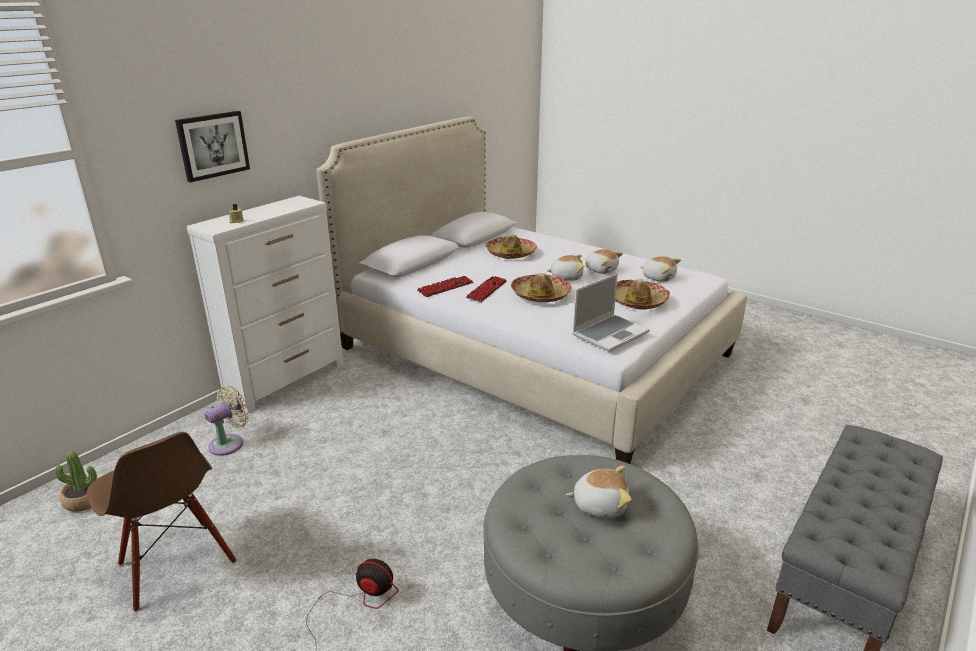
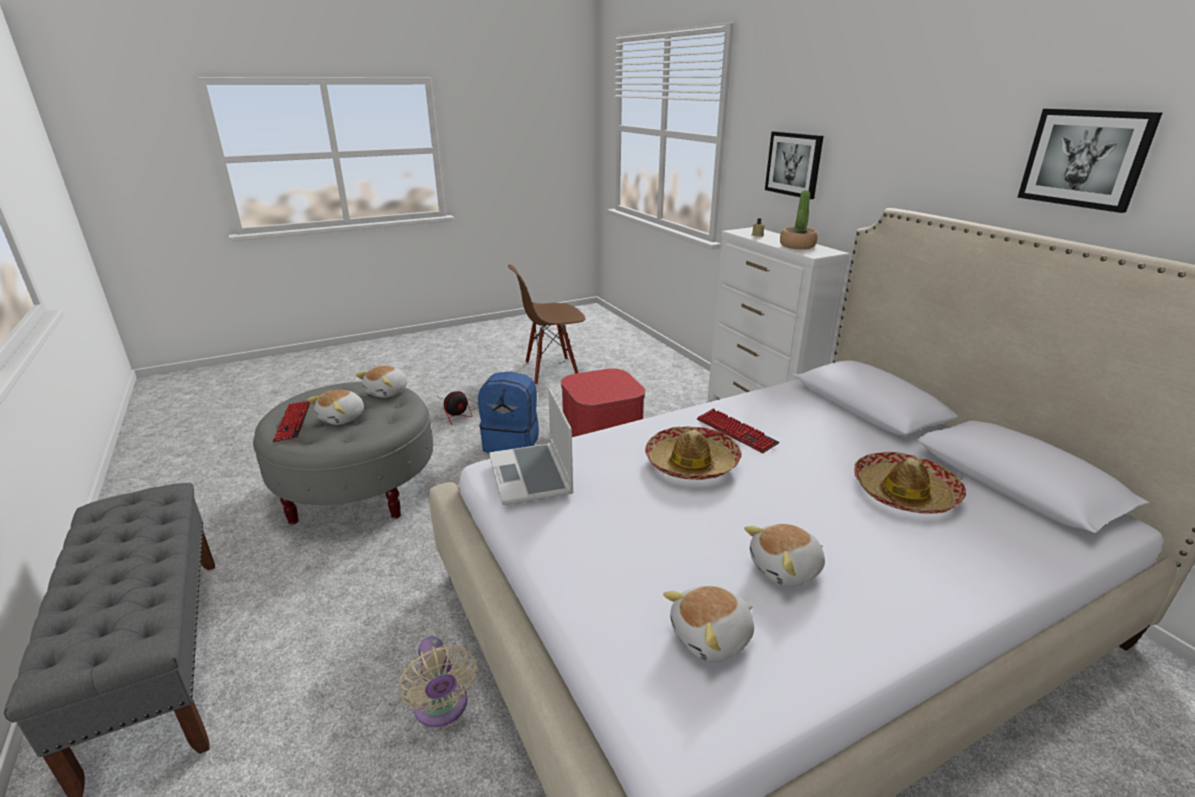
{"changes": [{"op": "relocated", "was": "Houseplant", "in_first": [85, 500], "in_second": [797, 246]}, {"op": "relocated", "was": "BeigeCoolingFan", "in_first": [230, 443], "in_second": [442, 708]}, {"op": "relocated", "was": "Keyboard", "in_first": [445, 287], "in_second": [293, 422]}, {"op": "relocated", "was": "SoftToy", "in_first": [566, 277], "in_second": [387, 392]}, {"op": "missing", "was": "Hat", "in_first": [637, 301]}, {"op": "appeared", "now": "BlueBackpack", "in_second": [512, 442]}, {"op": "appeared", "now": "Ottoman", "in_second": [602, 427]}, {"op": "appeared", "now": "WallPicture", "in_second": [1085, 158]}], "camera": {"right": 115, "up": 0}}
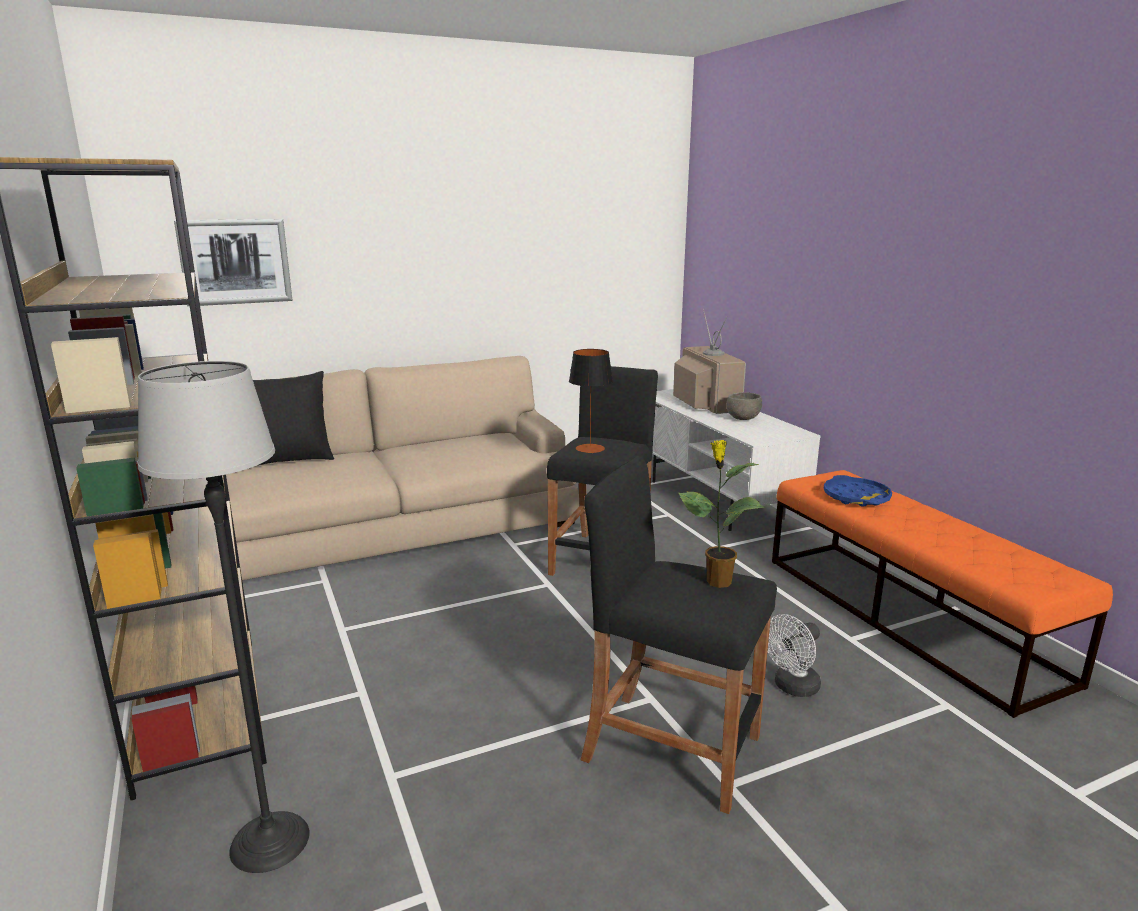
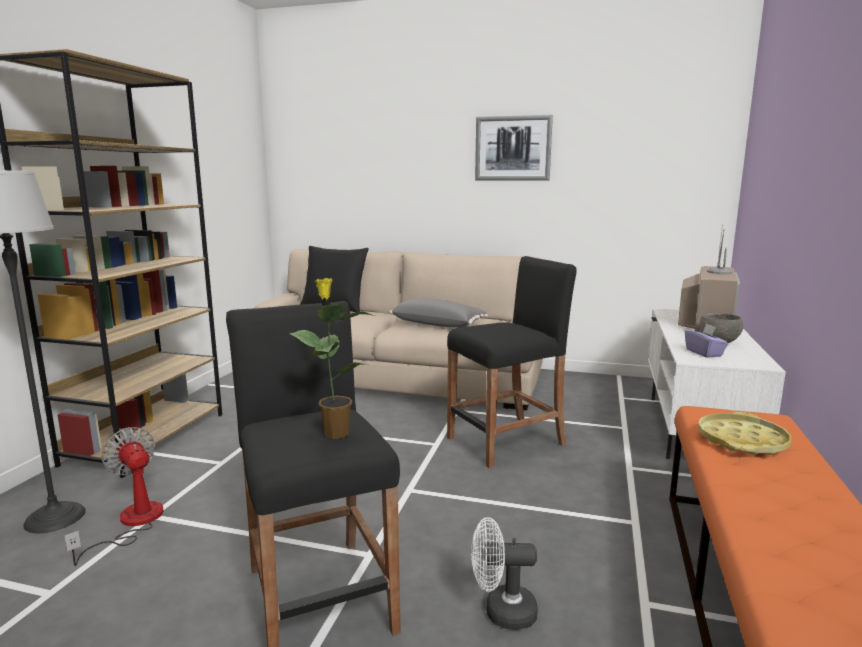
{"changes": [{"op": "relocated", "was": "WallPicture", "in_first": [235, 262], "in_second": [513, 148]}, {"op": "missing", "was": "LampForATable", "in_first": [590, 448]}, {"op": "colour", "was": "BlueTray", "now": "YellowishTray", "in_first": [856, 497], "in_second": [742, 441]}, {"op": "appeared", "now": "CoolingFan", "in_second": [132, 523]}, {"op": "appeared", "now": "GrayPillow", "in_second": [438, 324]}, {"op": "appeared", "now": "PurplishTissueHolder", "in_second": [704, 353]}], "camera": {"right": 40, "up": -5}}
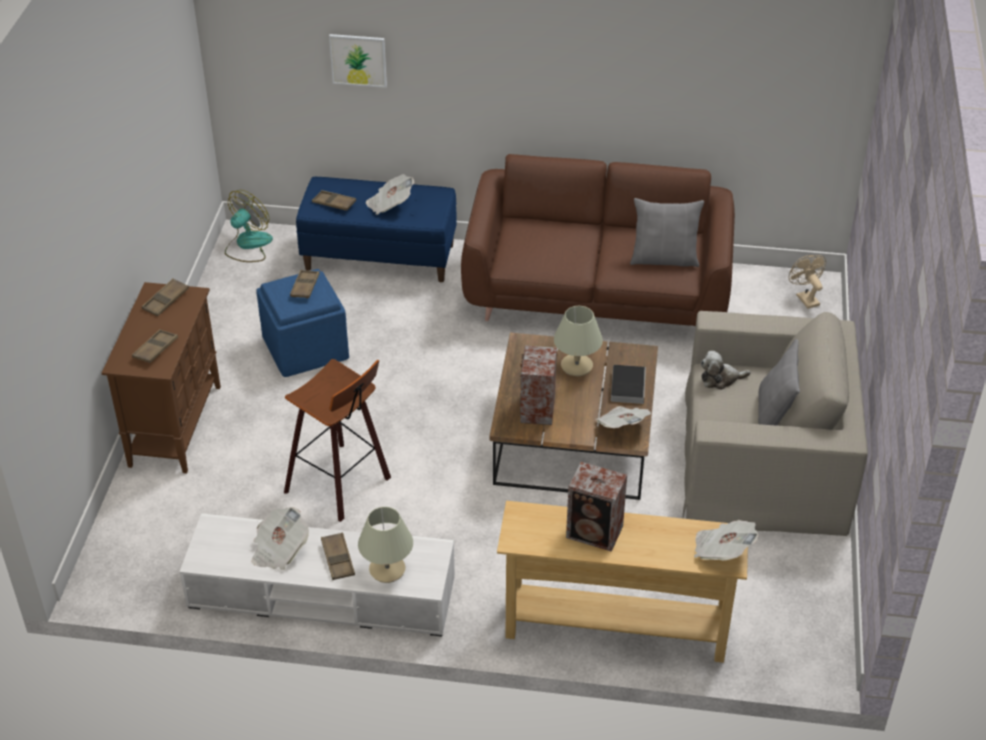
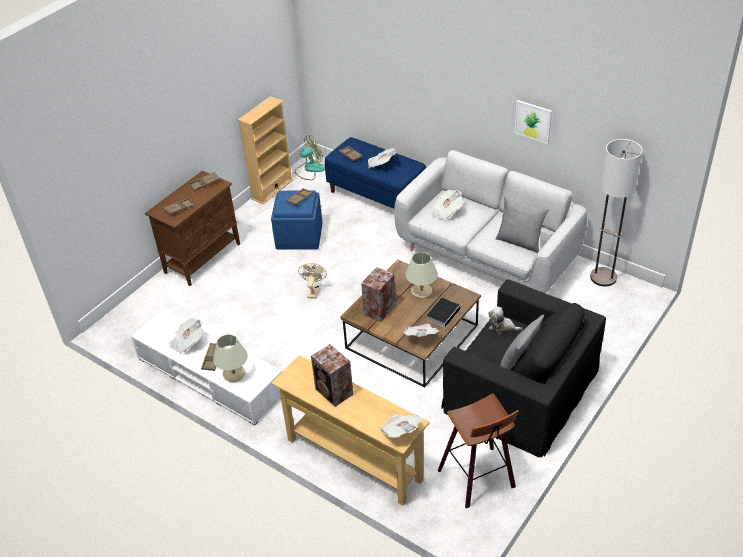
{"changes": [{"op": "relocated", "was": "StoolSeat", "in_first": [342, 484], "in_second": [479, 479]}, {"op": "relocated", "was": "WallPicture", "in_first": [358, 60], "in_second": [533, 121]}, {"op": "colour", "was": "BrownishCouch", "now": "GrayCouch", "in_first": [597, 295], "in_second": [488, 255]}, {"op": "colour", "was": "BeigeArmchair", "now": "BlackishArmchair", "in_first": [765, 459], "in_second": [521, 390]}, {"op": "relocated", "was": "BeigeCoolingFan", "in_first": [805, 298], "in_second": [313, 291]}, {"op": "appeared", "now": "BeigeBookcase", "in_second": [272, 189]}, {"op": "appeared", "now": "DailyPaper", "in_second": [445, 212]}, {"op": "appeared", "now": "StandardLamp", "in_second": [603, 277]}], "camera": {"right": 30, "up": 0}}
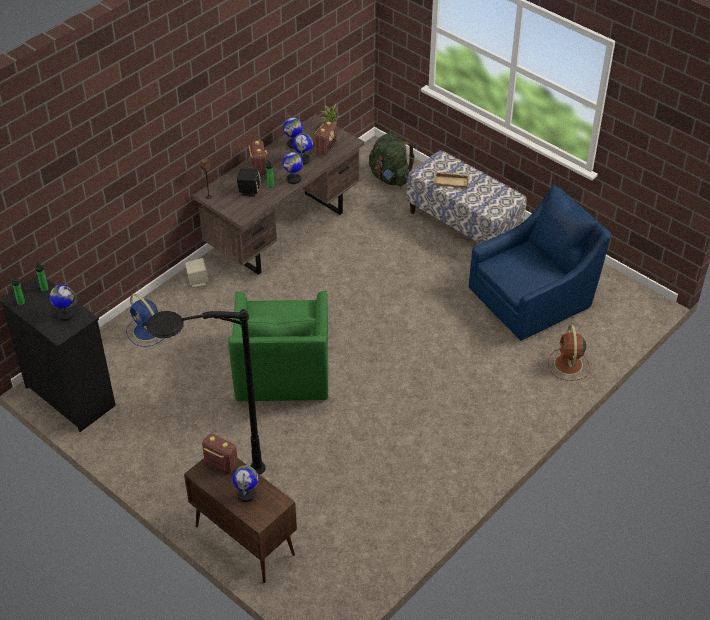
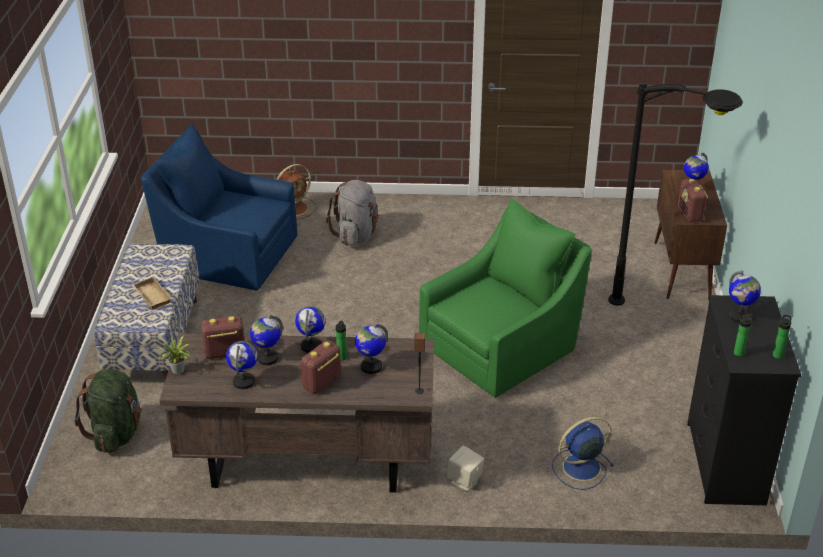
{"changes": [{"op": "spun", "was": "BlueCoolingFan", "in_first": [147, 331], "in_second": [580, 468], "clockwise": -120}, {"op": "exchanged", "was": "BlackishSpeaker", "now": "WorldGlobe", "in_first": [249, 191], "in_second": [371, 366]}, {"op": "appeared", "now": "GrayBackpack", "in_second": [356, 235]}], "camera": {"right": -130, "up": -10}}
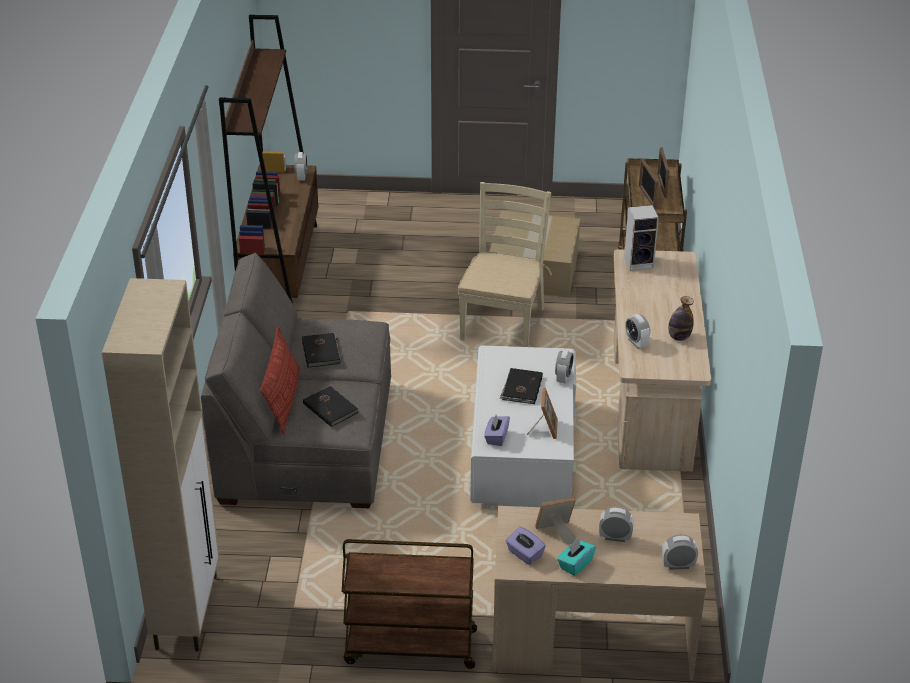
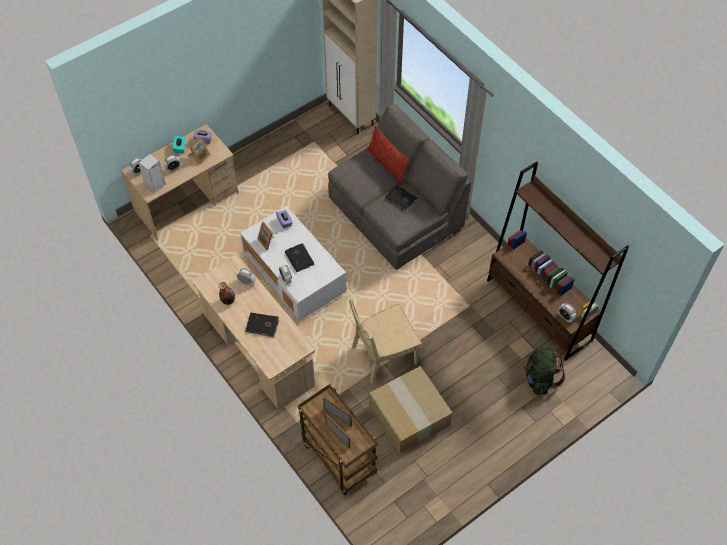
{"changes": [{"op": "relocated", "was": "BlackishBook", "in_first": [331, 407], "in_second": [262, 325]}, {"op": "missing", "was": "BrownishWheeledCart", "in_first": [409, 647]}, {"op": "spun", "was": "BeigePlainChair", "in_first": [502, 323], "in_second": [383, 355], "clockwise": 90}, {"op": "relocated", "was": "Speaker", "in_first": [639, 262], "in_second": [155, 185]}, {"op": "appeared", "now": "GreenishBackpack", "in_second": [539, 378]}], "camera": {"right": 140, "up": 20}}
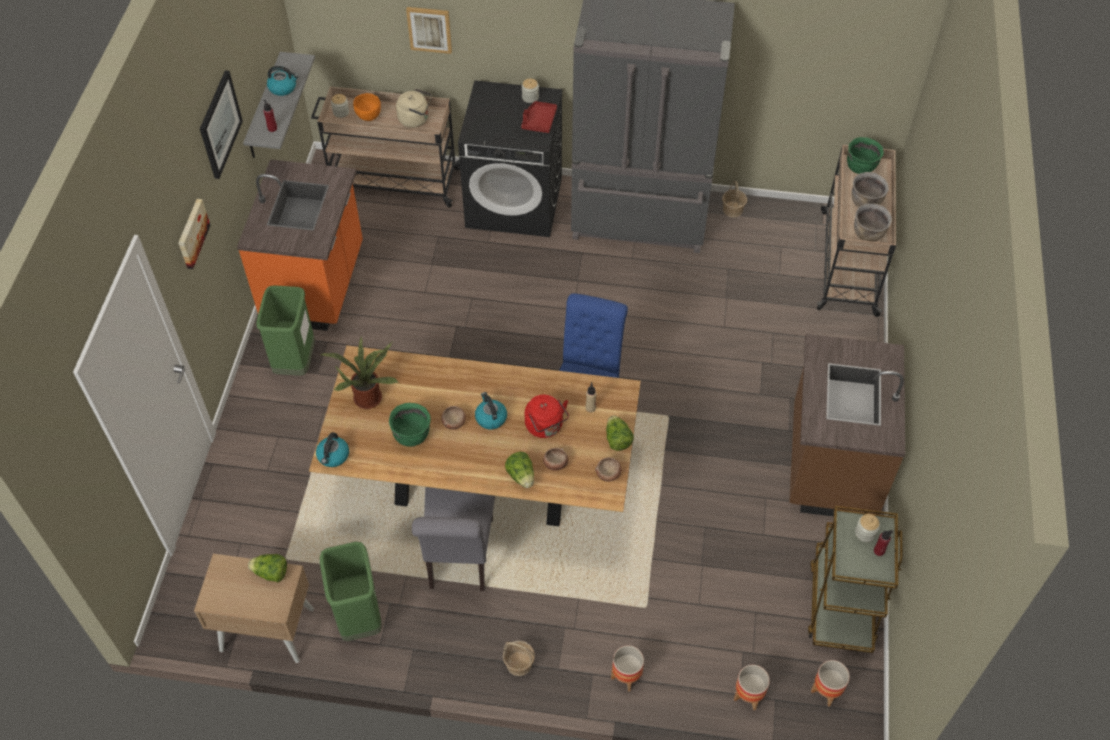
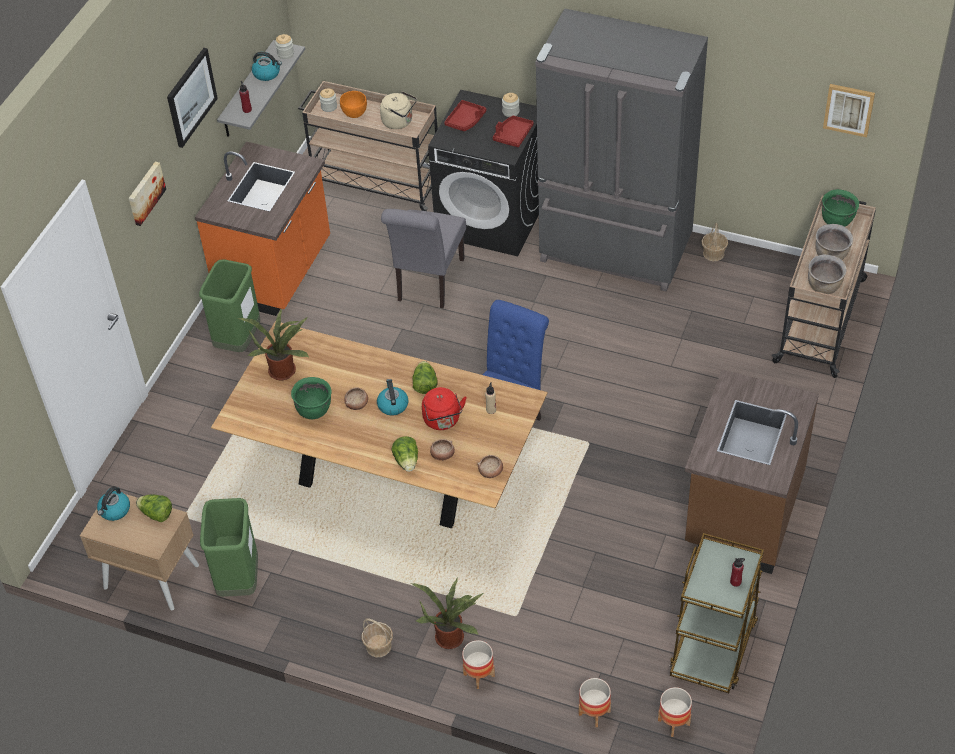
{"changes": [{"op": "relocated", "was": "WaterKettle", "in_first": [333, 456], "in_second": [114, 510]}, {"op": "relocated", "was": "WallPicture", "in_first": [429, 29], "in_second": [849, 109]}, {"op": "relocated", "was": "GrayPlainChair", "in_first": [459, 559], "in_second": [428, 283]}, {"op": "relocated", "was": "HeadOfLettuce", "in_first": [617, 439], "in_second": [424, 384]}, {"op": "relocated", "was": "StorageJar", "in_first": [865, 533], "in_second": [285, 54]}, {"op": "appeared", "now": "Houseplant", "in_second": [451, 635]}, {"op": "appeared", "now": "RedTray", "in_second": [465, 120]}], "camera": {"right": 15, "up": -5}}
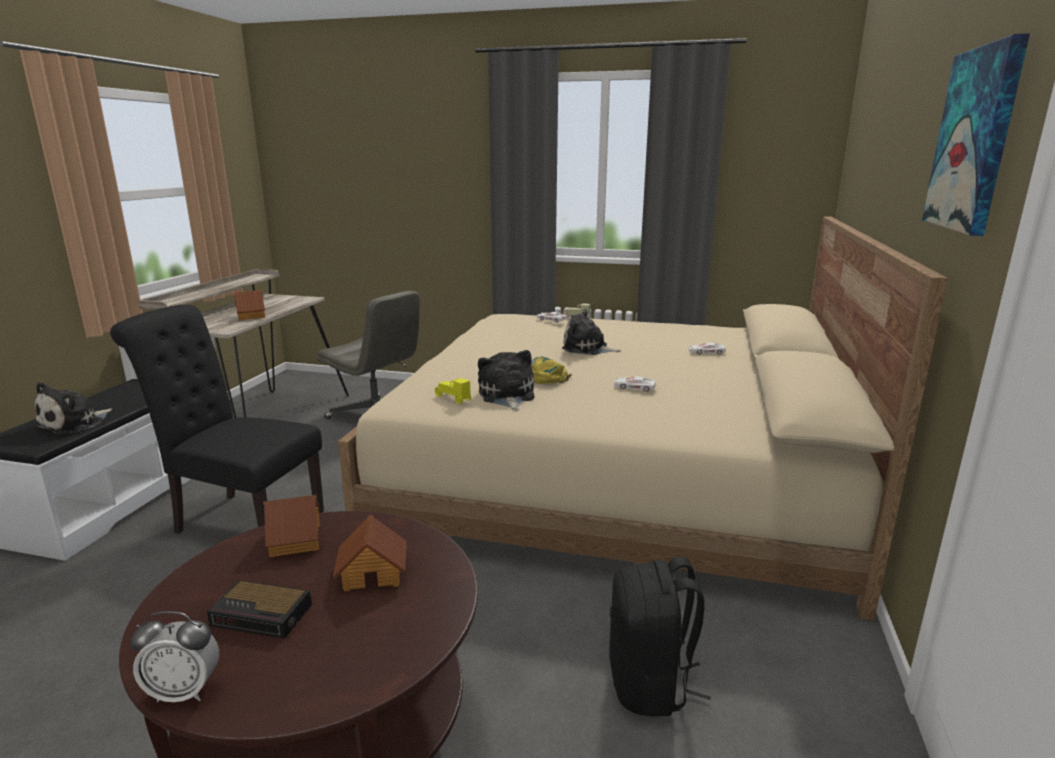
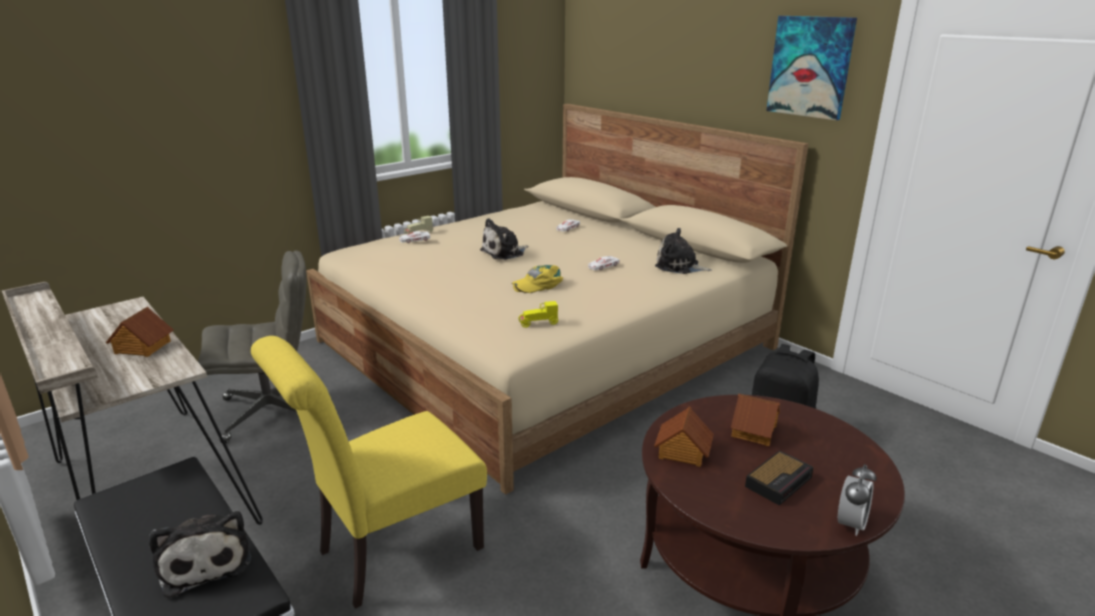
{"changes": [{"op": "colour", "was": "BlackishPlainChair", "now": "YellowishPlainChair", "in_first": [242, 521], "in_second": [390, 552]}, {"op": "relocated", "was": "SoftToy", "in_first": [507, 396], "in_second": [679, 266]}], "camera": {"right": -55, "up": 5}}
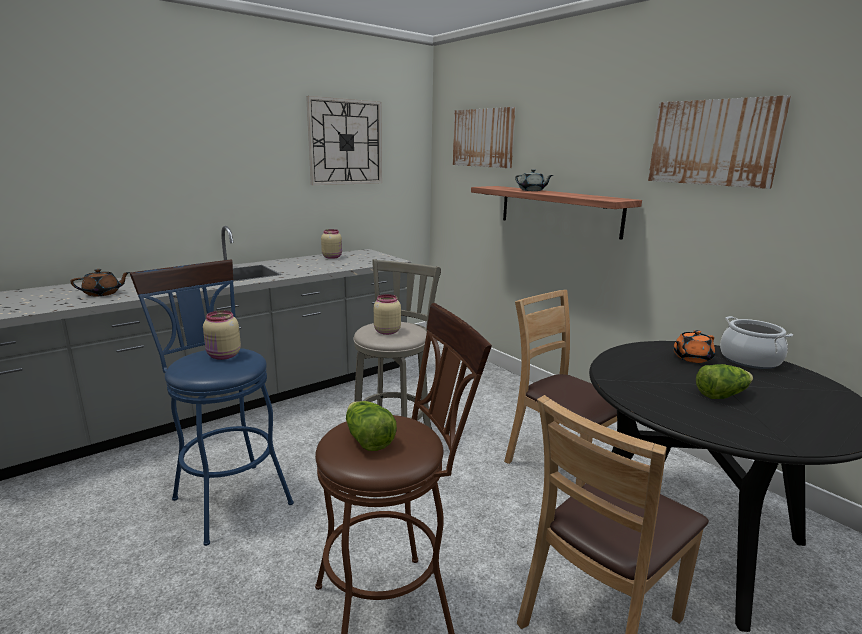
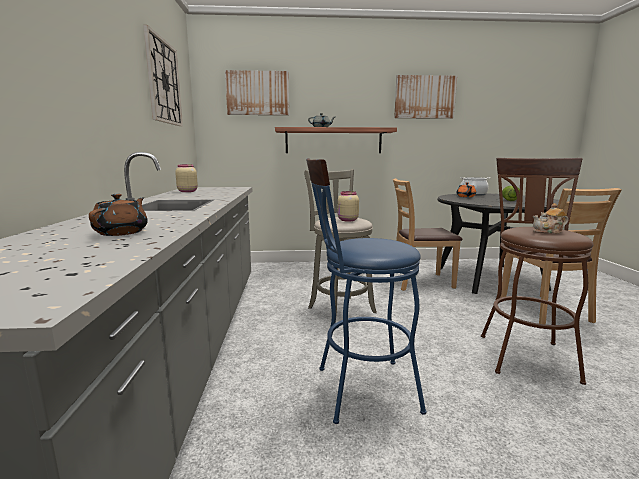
{"changes": [{"op": "missing", "was": "BeigeStorageJar", "in_first": [223, 356]}, {"op": "exchanged", "was": "HeadOfLettuce", "now": "TeaPot", "in_first": [368, 439], "in_second": [548, 232]}], "camera": {"right": -55, "up": -5}}
